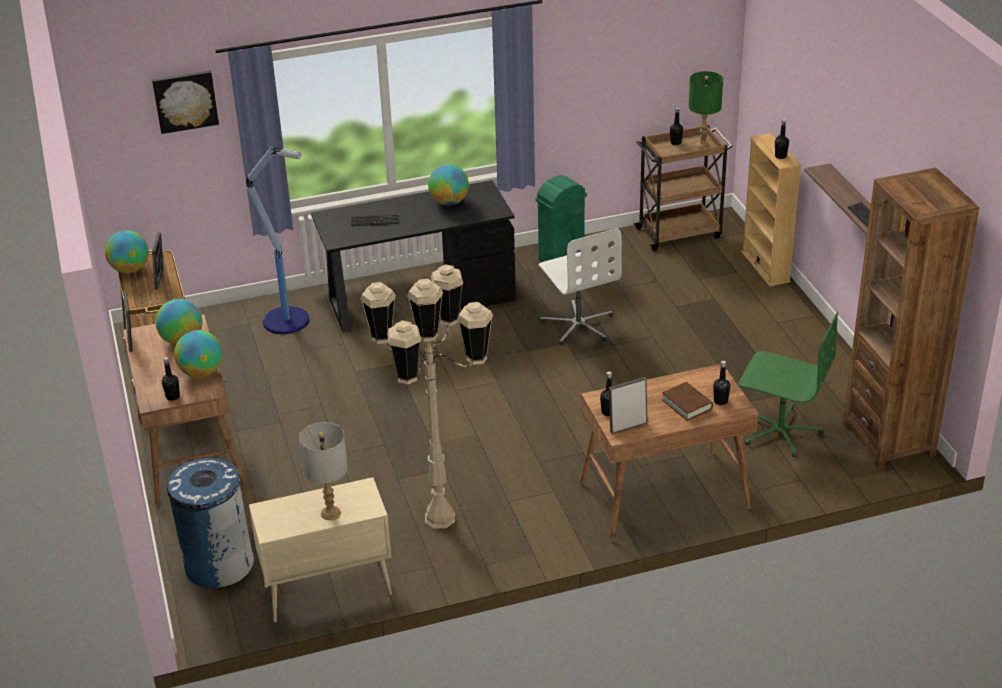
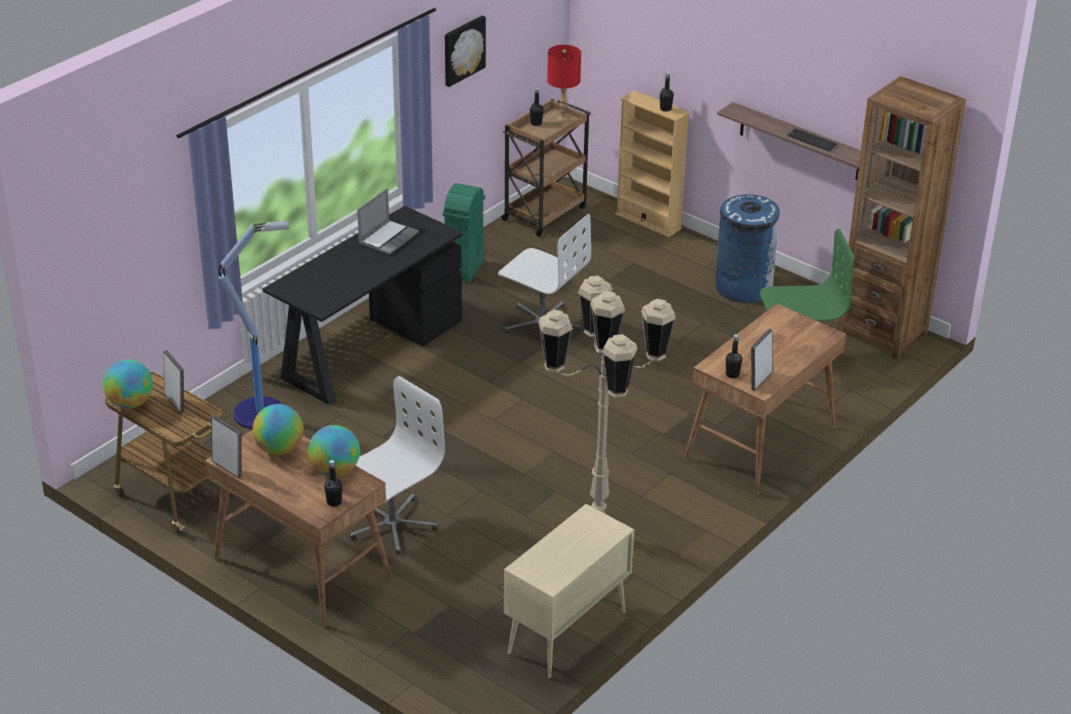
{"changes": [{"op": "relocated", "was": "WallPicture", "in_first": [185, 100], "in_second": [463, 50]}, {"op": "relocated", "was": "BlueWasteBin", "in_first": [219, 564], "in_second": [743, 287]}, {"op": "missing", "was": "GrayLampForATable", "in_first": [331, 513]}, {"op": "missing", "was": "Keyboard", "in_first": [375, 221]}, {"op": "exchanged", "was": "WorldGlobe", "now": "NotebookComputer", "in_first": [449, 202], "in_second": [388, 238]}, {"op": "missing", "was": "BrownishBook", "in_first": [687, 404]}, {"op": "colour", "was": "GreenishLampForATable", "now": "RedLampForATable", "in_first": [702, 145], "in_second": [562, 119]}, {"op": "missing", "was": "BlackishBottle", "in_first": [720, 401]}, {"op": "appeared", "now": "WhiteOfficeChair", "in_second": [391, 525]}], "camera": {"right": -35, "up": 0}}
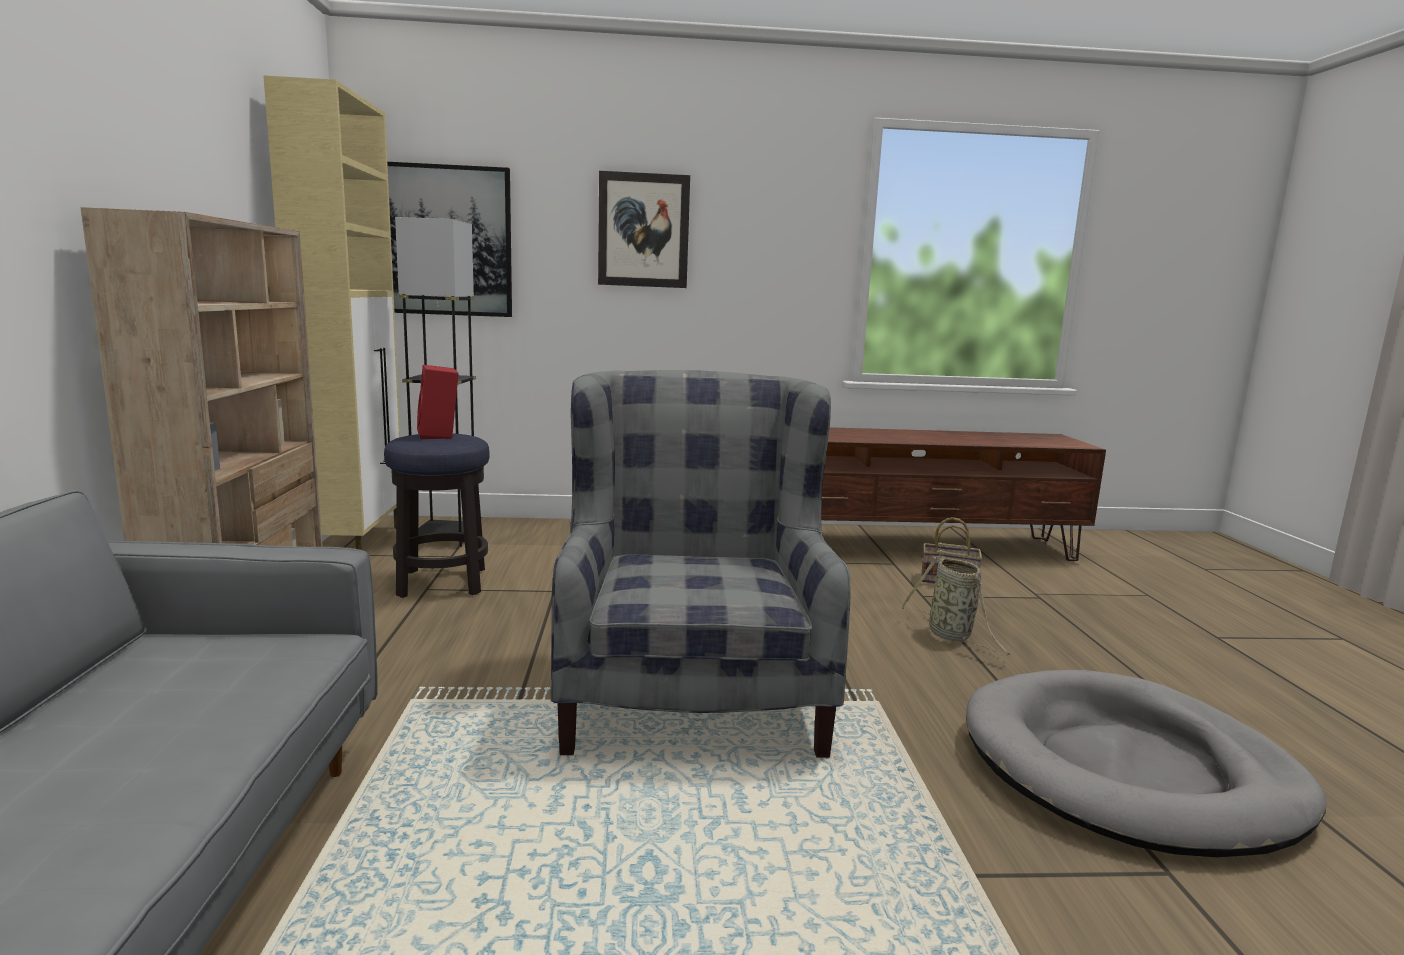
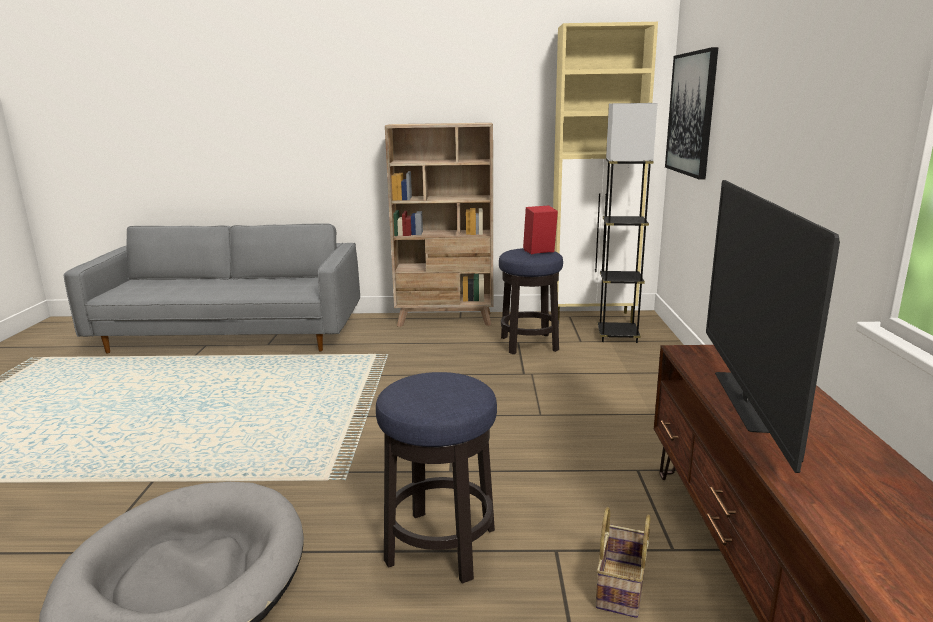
{"changes": [{"op": "missing", "was": "GrayArmchair", "in_first": [692, 692]}, {"op": "missing", "was": "WallPicture", "in_first": [643, 230]}, {"op": "exchanged", "was": "Basket", "now": "StoolSeat", "in_first": [952, 636], "in_second": [440, 546]}, {"op": "appeared", "now": "Tv", "in_second": [743, 401]}], "camera": {"right": 95, "up": 5}}
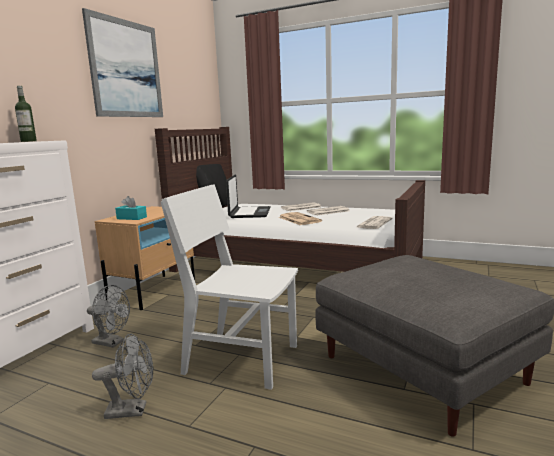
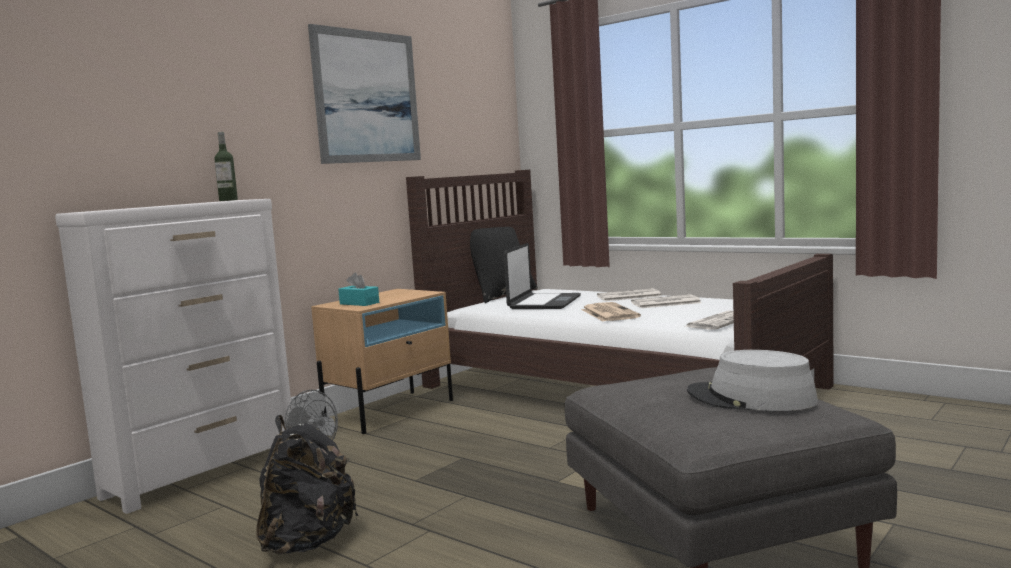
{"changes": [{"op": "exchanged", "was": "GrayCoolingFan", "now": "BlackishBackpack", "in_first": [133, 410], "in_second": [308, 542]}, {"op": "missing", "was": "WhitePlainChair", "in_first": [241, 359]}, {"op": "appeared", "now": "GrayHat", "in_second": [751, 398]}], "camera": {"right": 15, "up": -5}}
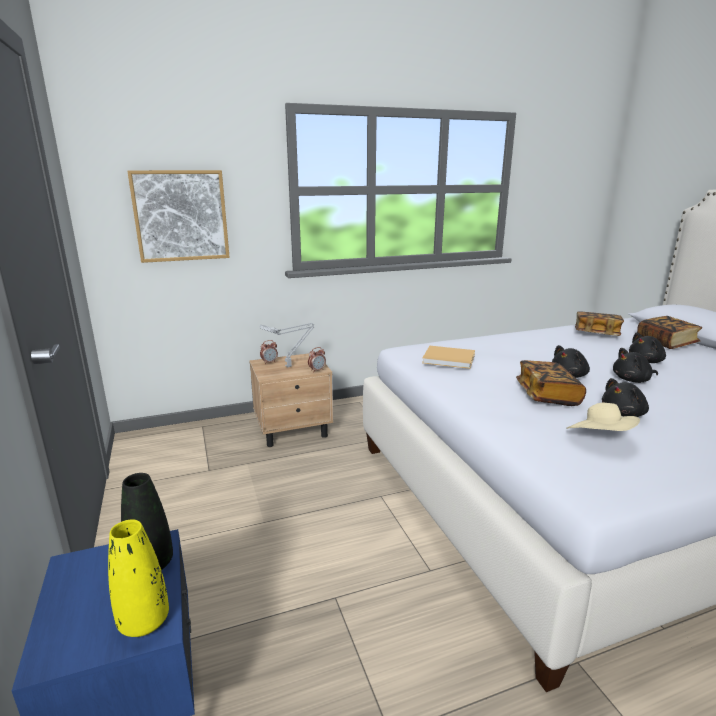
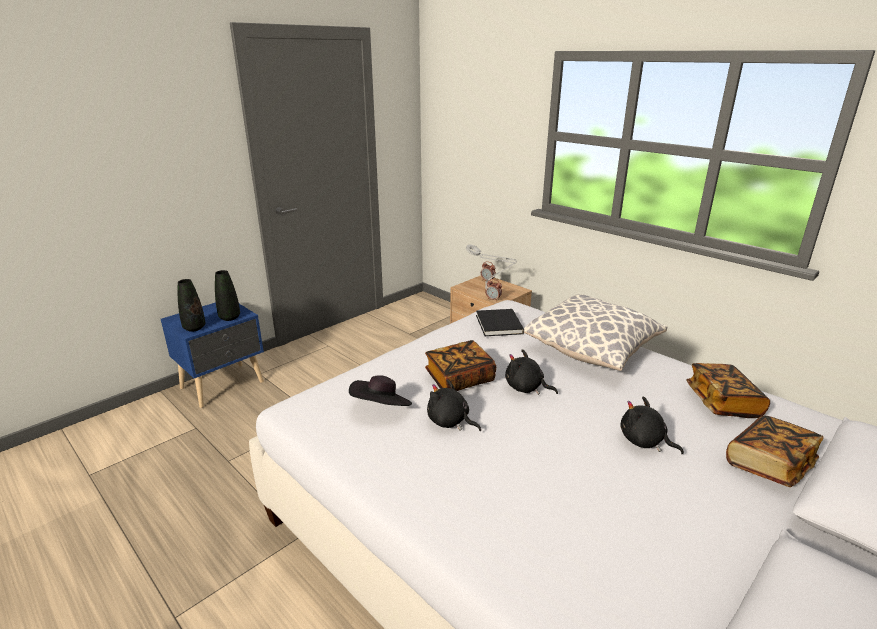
{"changes": [{"op": "colour", "was": "YellowishDecorativeVase", "now": "BlackishDecorativeVase", "in_first": [144, 622], "in_second": [194, 328]}, {"op": "missing", "was": "WallPicture", "in_first": [181, 216]}, {"op": "colour", "was": "BeigeBook", "now": "BlackishBook", "in_first": [450, 359], "in_second": [499, 325]}, {"op": "colour", "was": "BeigeHat", "now": "BlackishHat", "in_first": [600, 439], "in_second": [381, 408]}, {"op": "missing", "was": "BlackishSoftToy", "in_first": [632, 380]}, {"op": "appeared", "now": "Pillow", "in_second": [593, 349]}], "camera": {"right": 65, "up": 5}}
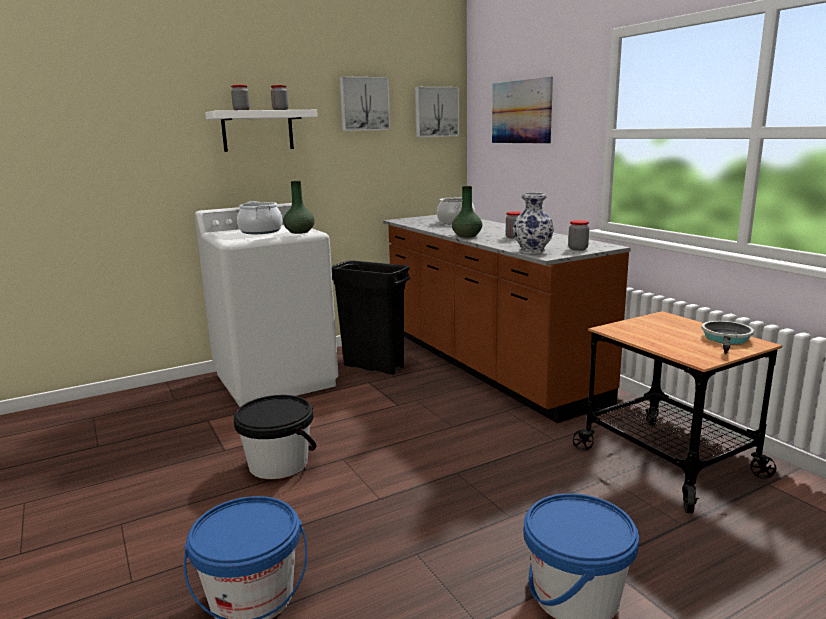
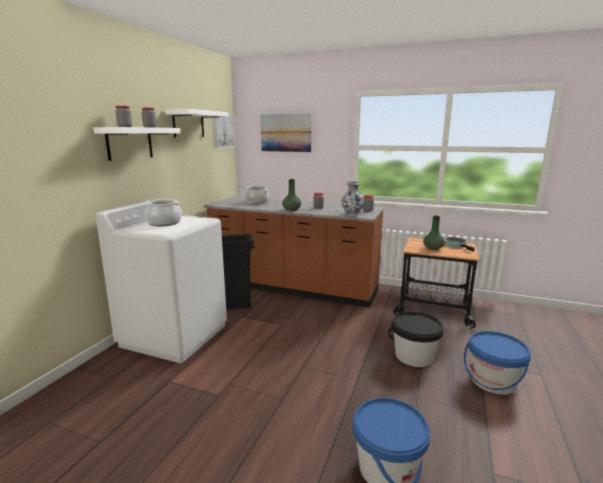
{"changes": [{"op": "relocated", "was": "BlackishPail", "in_first": [278, 464], "in_second": [414, 356]}, {"op": "relocated", "was": "GreenishDecorativeVase", "in_first": [300, 232], "in_second": [433, 248]}, {"op": "exchanged", "was": "WallPicture", "now": "WhiteShelf", "in_first": [364, 104], "in_second": [188, 124]}], "camera": {"right": -40, "up": 0}}
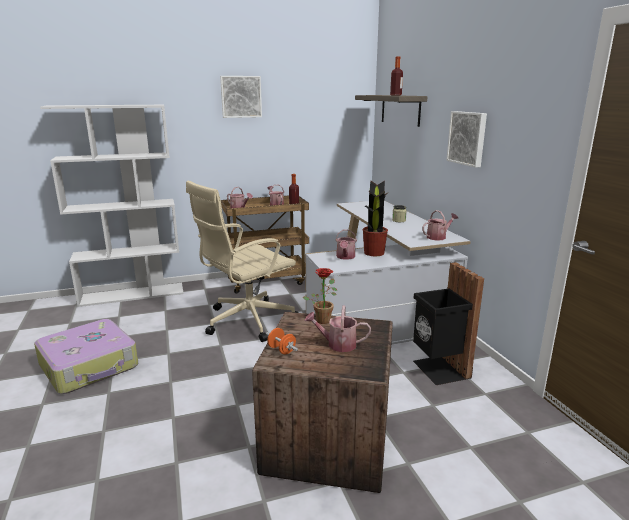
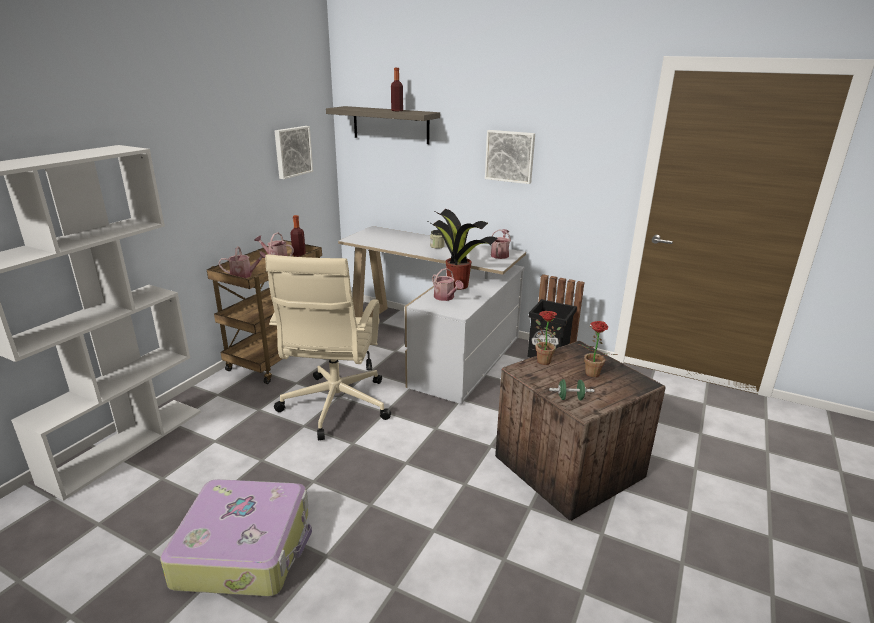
{"changes": [{"op": "relocated", "was": "WallPicture", "in_first": [241, 96], "in_second": [292, 151]}, {"op": "colour", "was": "OrangeFreeWeight", "now": "GreenishFreeWeight", "in_first": [281, 350], "in_second": [570, 398]}, {"op": "exchanged", "was": "WateringCan", "now": "Houseplant", "in_first": [337, 344], "in_second": [590, 374]}], "camera": {"right": -45, "up": 5}}
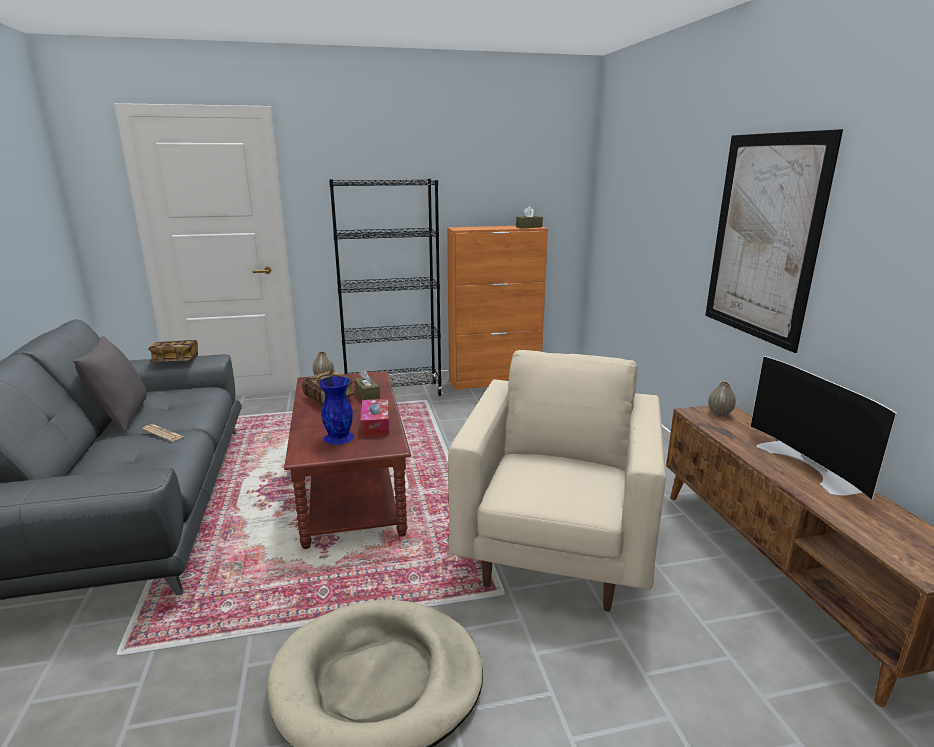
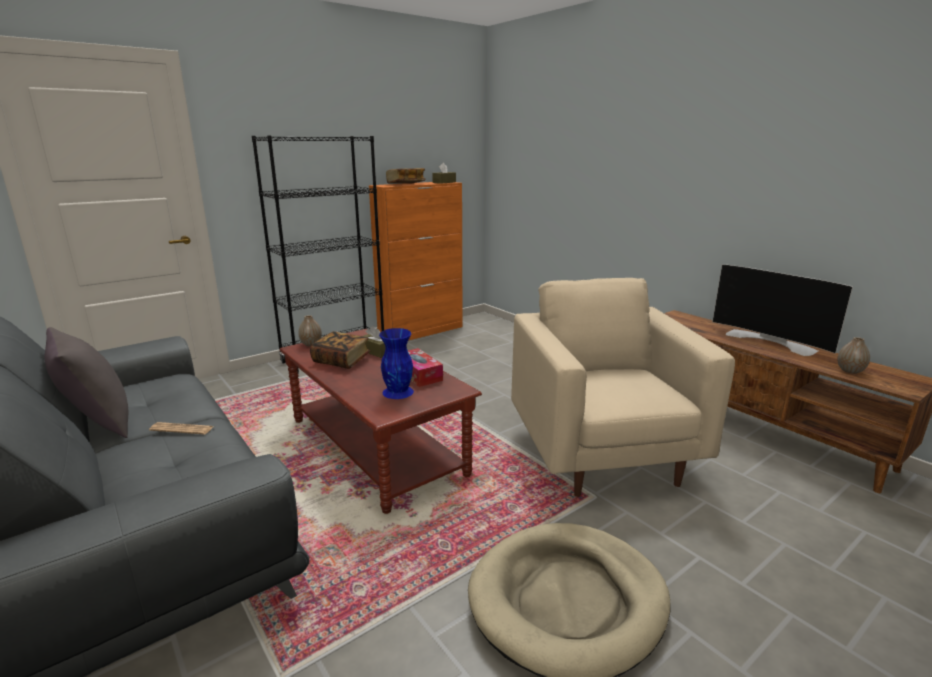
{"changes": [{"op": "relocated", "was": "Book", "in_first": [176, 361], "in_second": [406, 184]}, {"op": "missing", "was": "WallPicture", "in_first": [763, 238]}, {"op": "relocated", "was": "DecorativeVase", "in_first": [719, 413], "in_second": [850, 371]}], "camera": {"right": -25, "up": 0}}
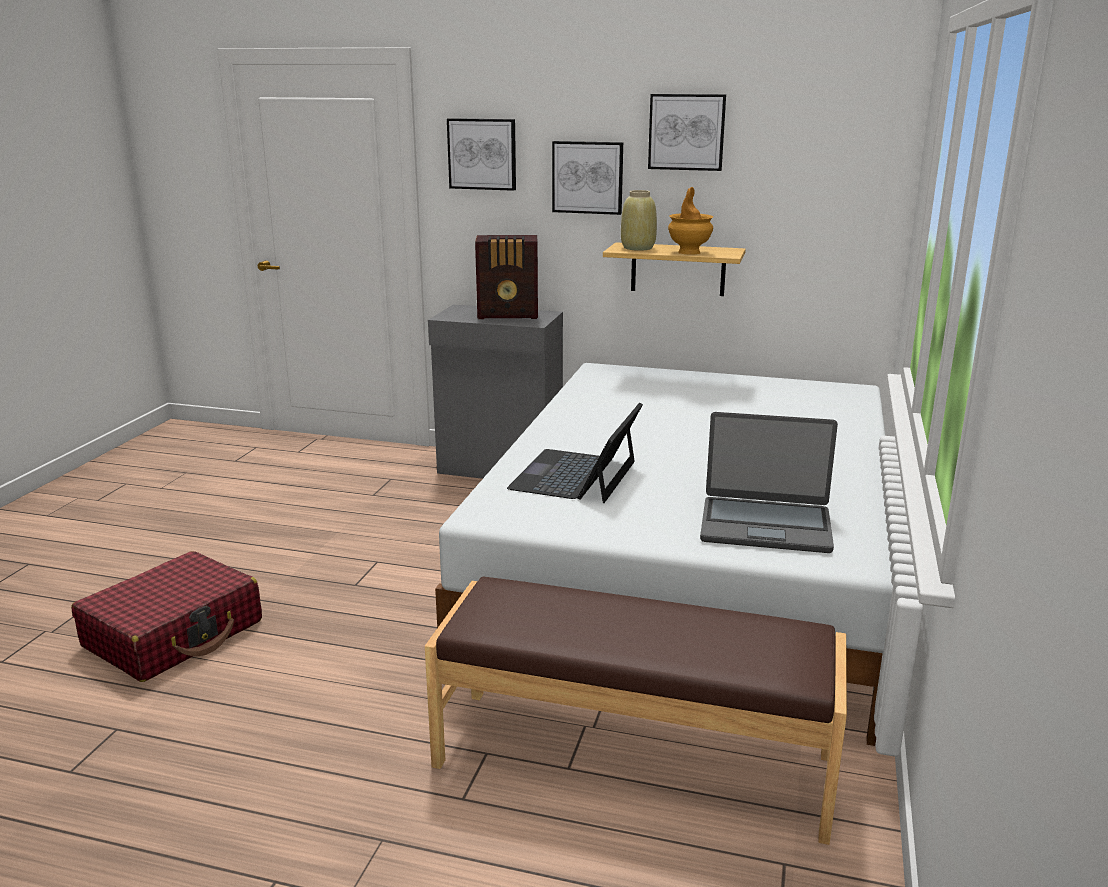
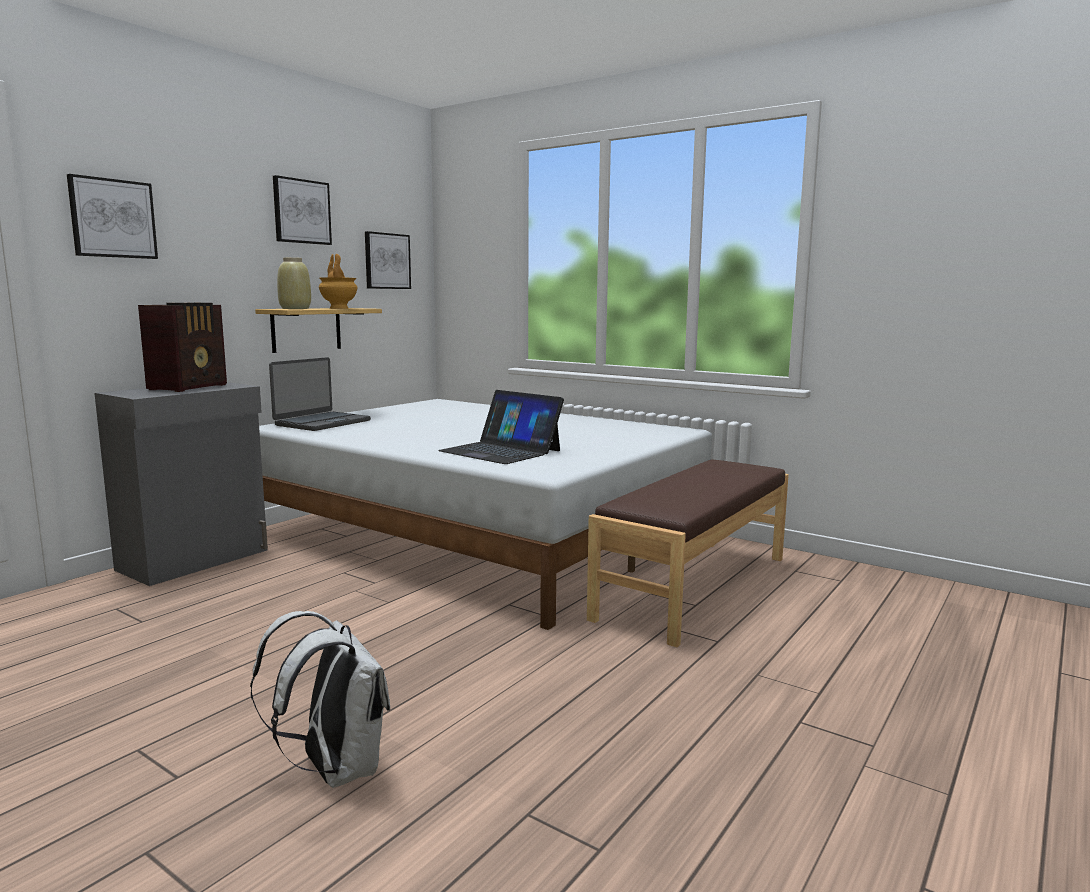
{"changes": [{"op": "exchanged", "was": "RedTravelCase", "now": "WhiteBackpack", "in_first": [174, 634], "in_second": [334, 769]}, {"op": "relocated", "was": "WallPicture", "in_first": [587, 177], "in_second": [387, 261]}, {"op": "relocated", "was": "NotebookComputer", "in_first": [765, 526], "in_second": [322, 423]}], "camera": {"right": -70, "up": -10}}
